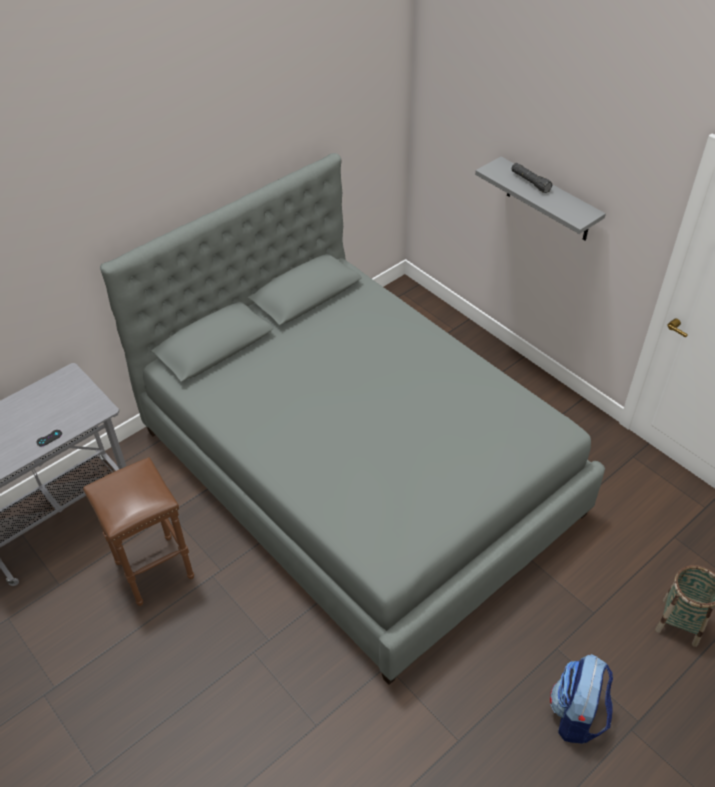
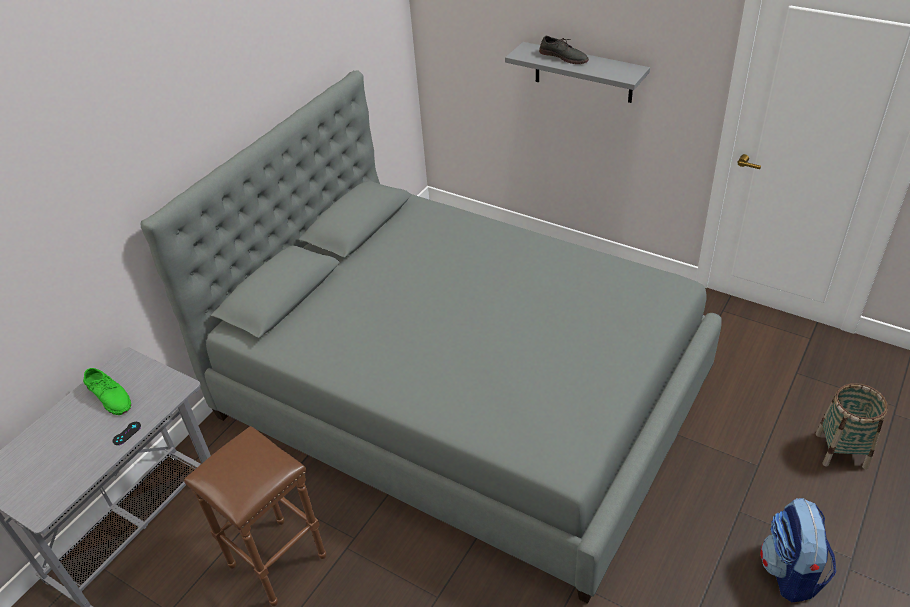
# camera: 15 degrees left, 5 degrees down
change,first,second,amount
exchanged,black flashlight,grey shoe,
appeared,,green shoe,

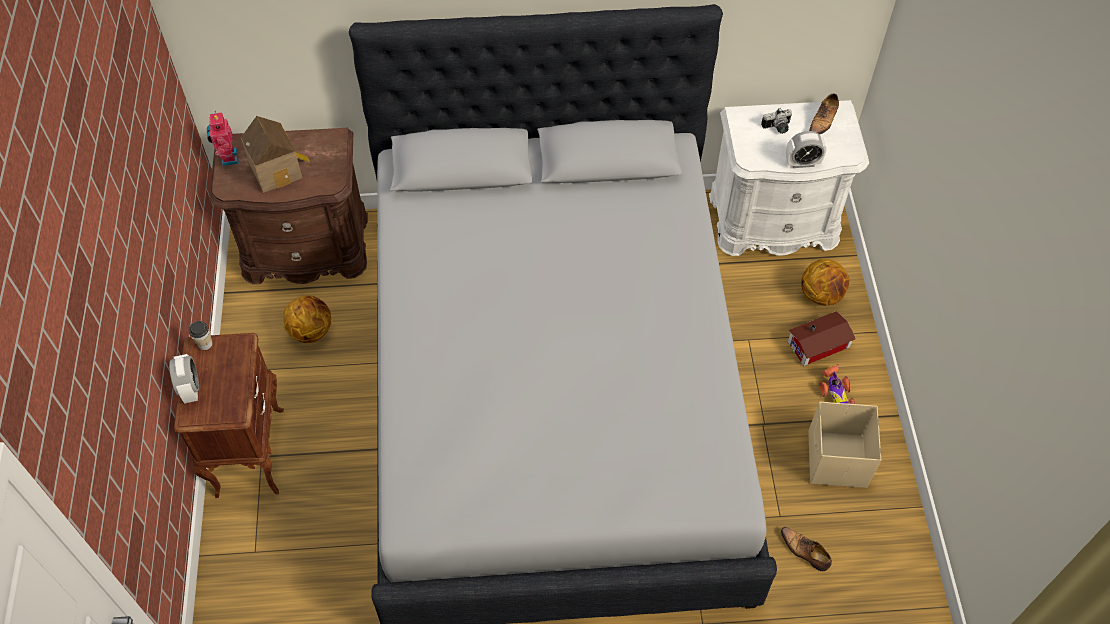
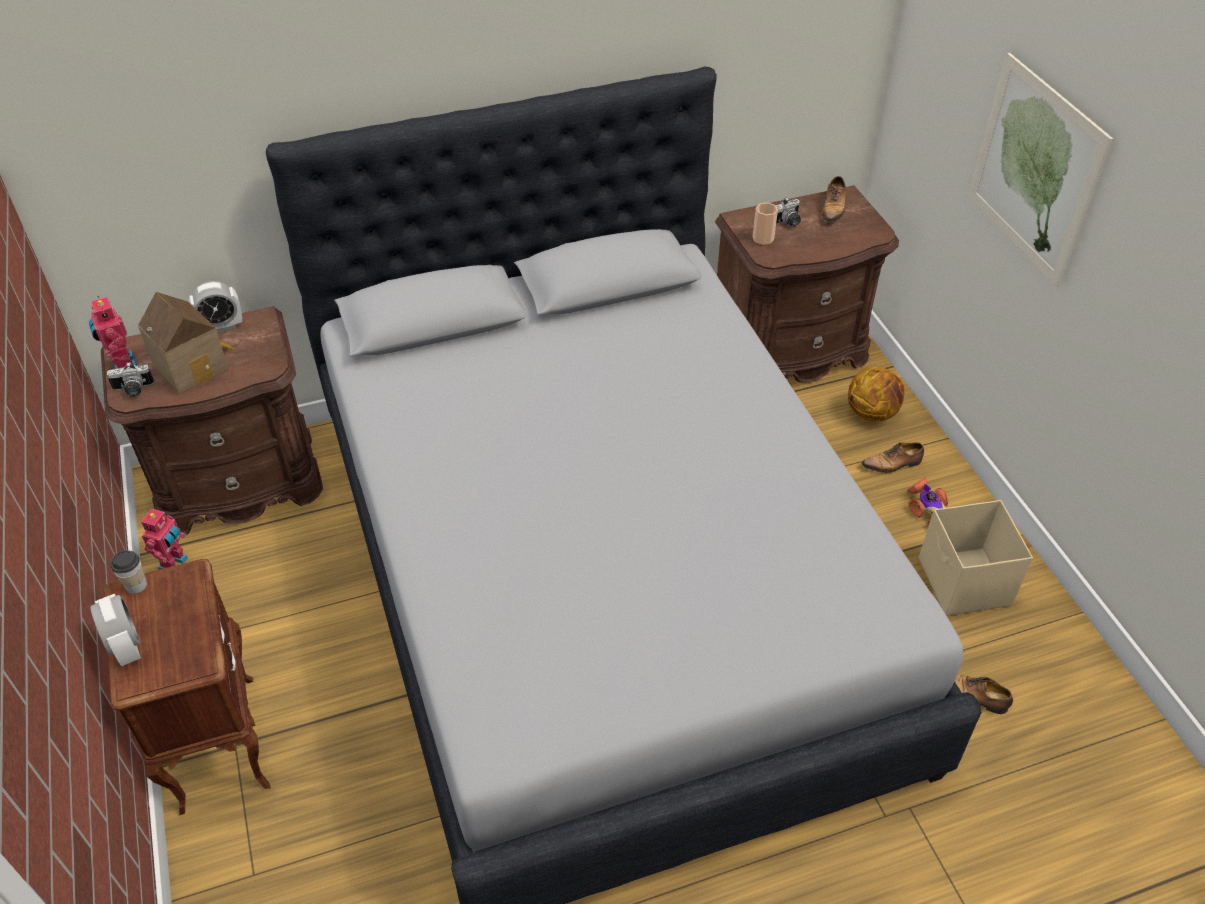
# camera: 15 degrees left, 10 degrees down
change,first,second,amount
missing,basketball (no. 1 from left),,
colour,white nightstand,brown nightstand (no. 3 from left),
relocated,alarm clock (no. 2 from left),,
exchanged,toy house (no. 2 from left),shoe (no. 2 from left),
appeared,,photo camera (no. 1 from left),
appeared,,toy robot (no. 2 from left),
appeared,,cup (no. 2 from left),
appeared,,picture,

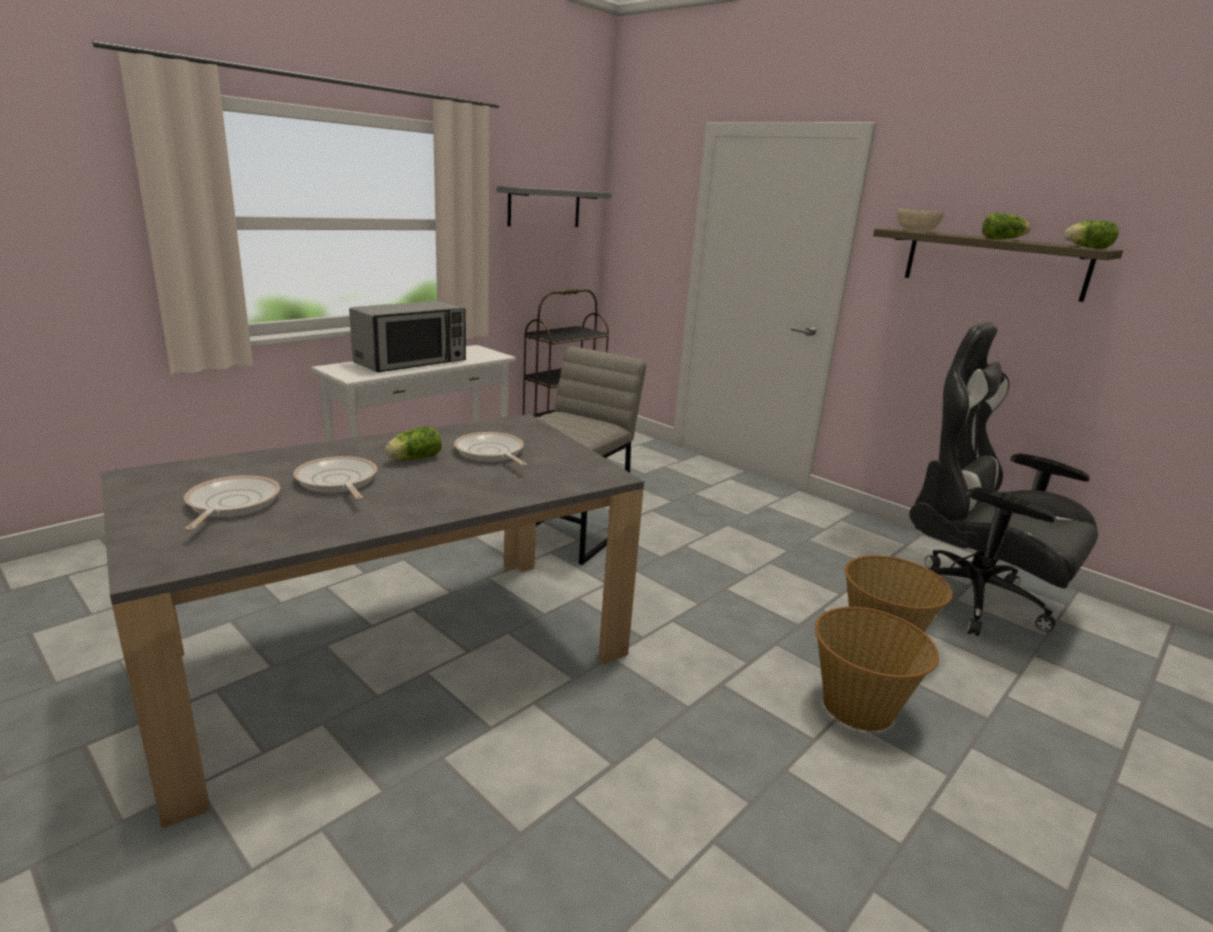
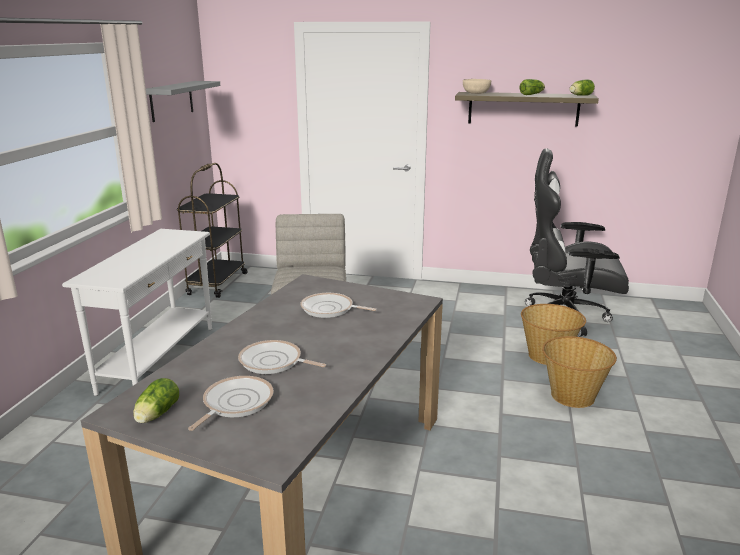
# camera: 30 degrees left, 0 degrees up
change,first,second,amount
spun,frying pan (no. 1 from left),,60 degrees clockwise
missing,microwave,,
relocated,lettuce (no. 1 from left),,

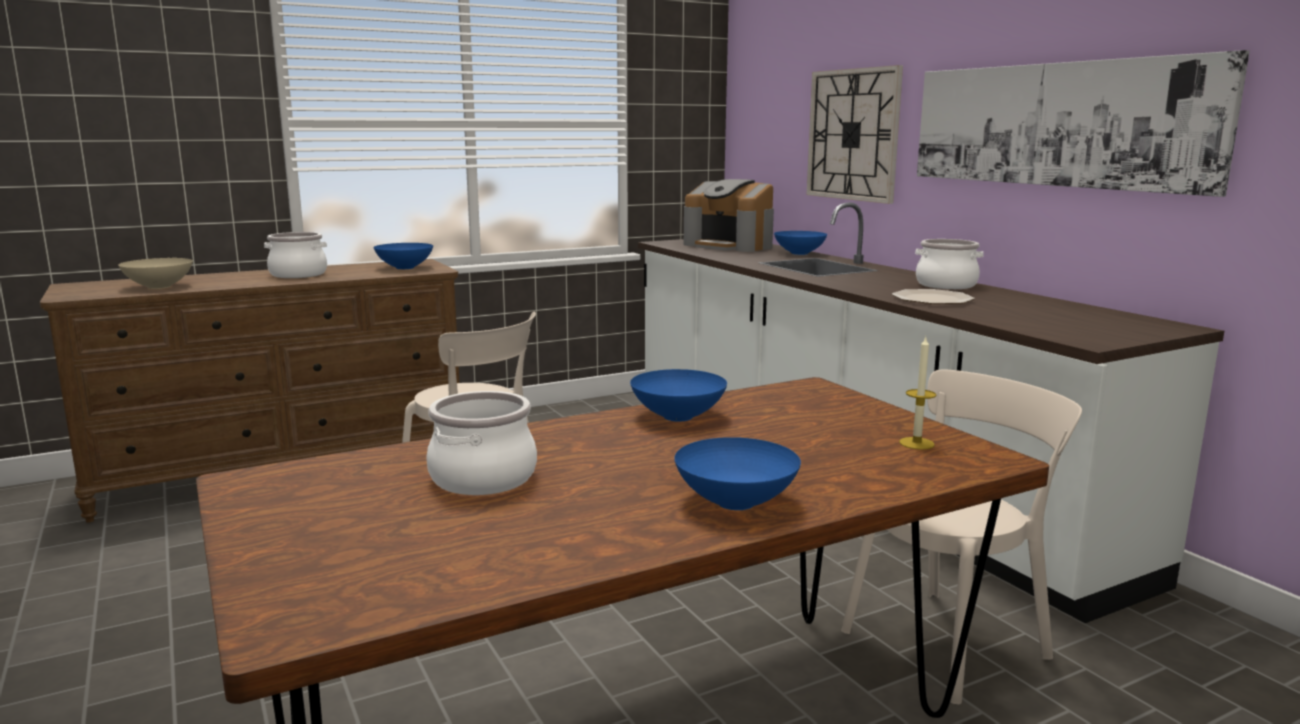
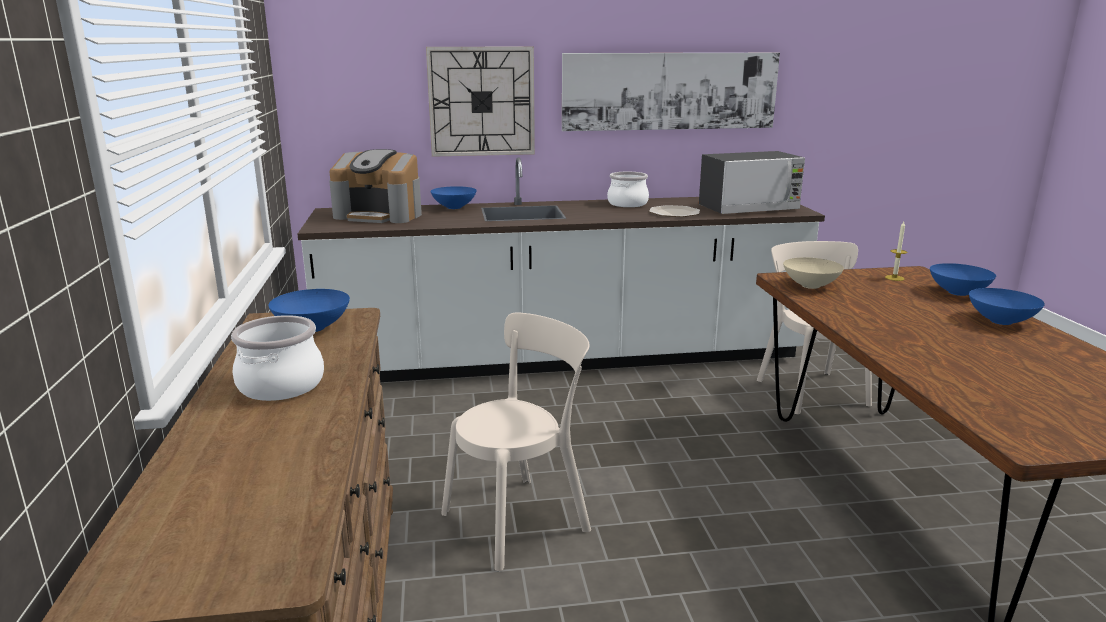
# camera: 70 degrees left, 5 degrees up
change,first,second,amount
relocated,beige bowl,,
missing,cooking pot (no. 2 from left),,
relocated,blue bowl (no. 2 from left in the first image),blue bowl (no. 3 from left),
spun,coffee machine,,45 degrees clockwise
appeared,,microwave,

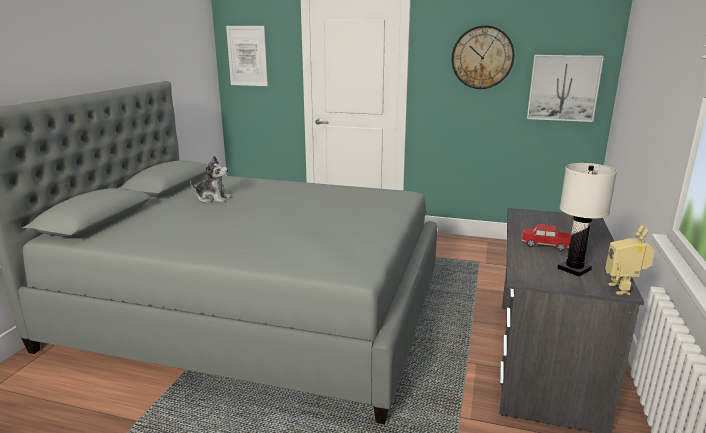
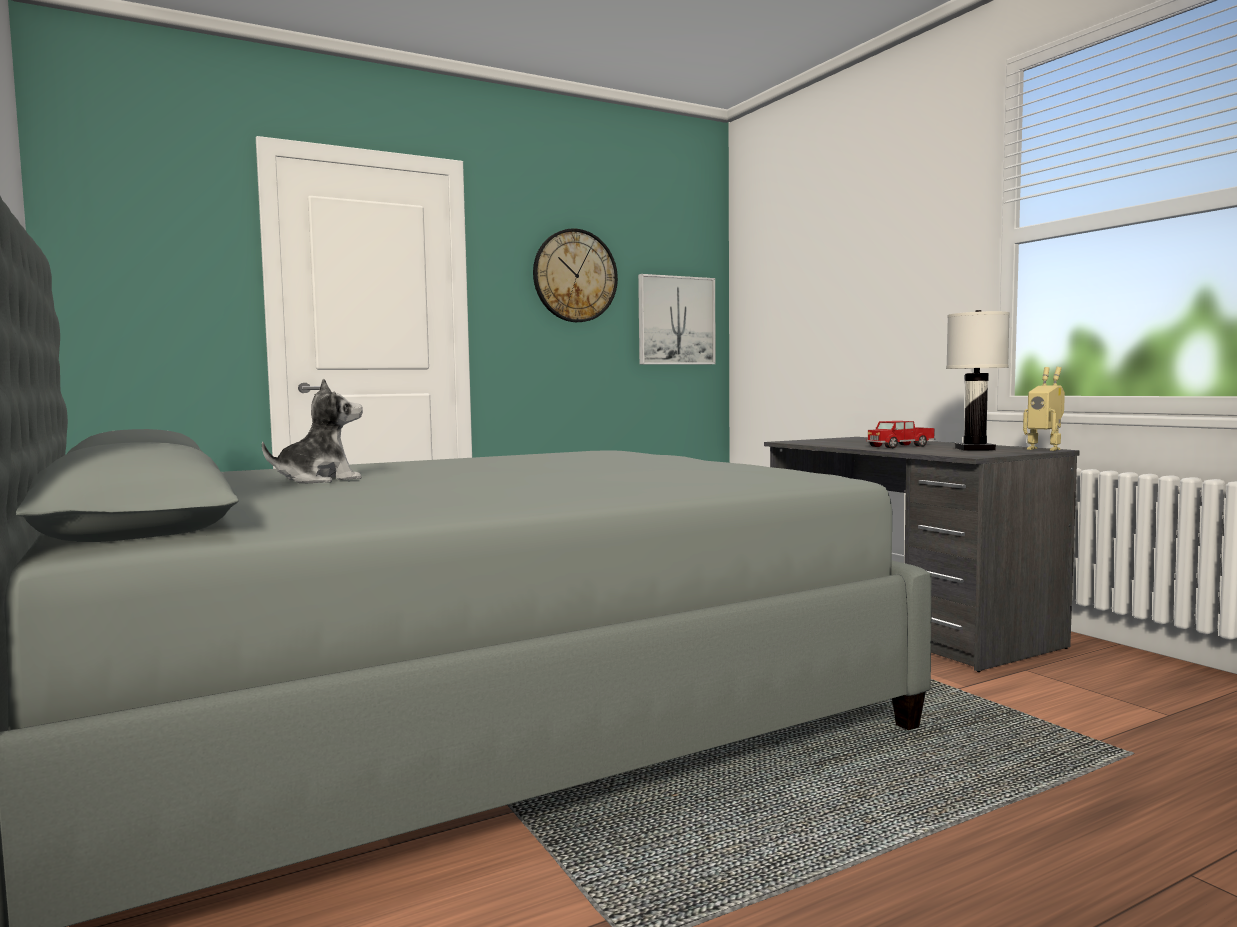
# camera: 45 degrees left, 15 degrees down
change,first,second,amount
missing,picture (no. 1 from left),,

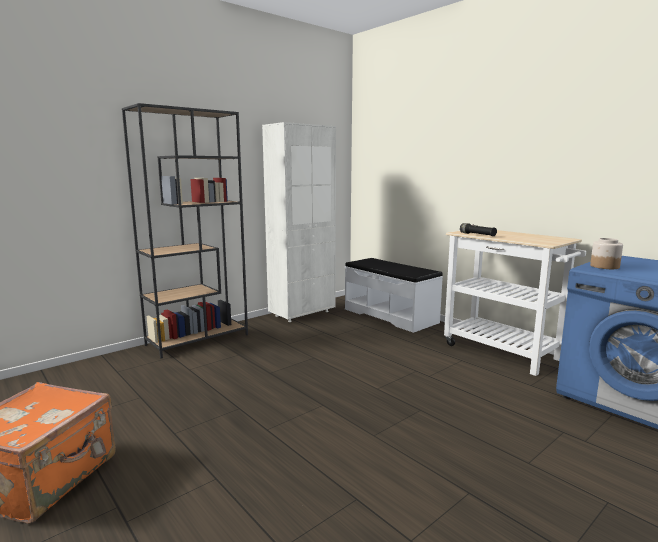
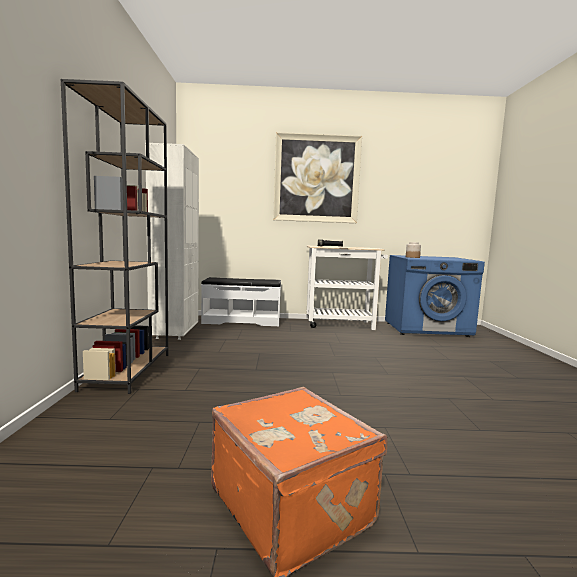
# camera: 50 degrees left, 5 degrees down
change,first,second,amount
appeared,,picture,

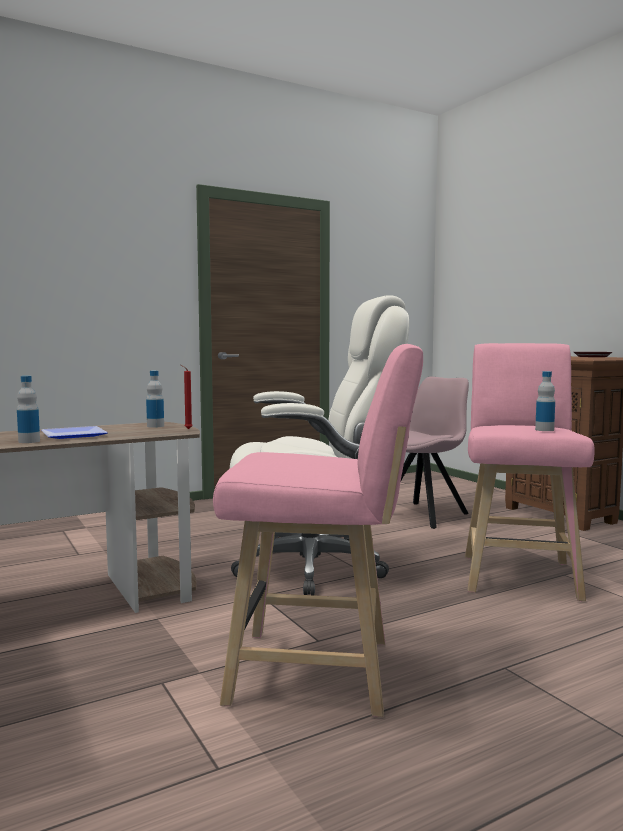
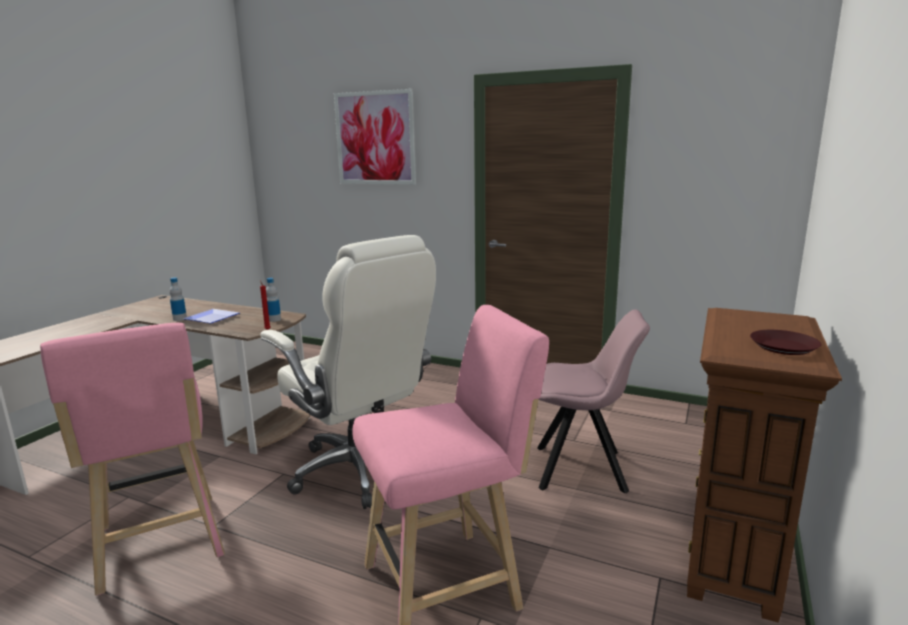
# camera: 55 degrees right, 10 degrees up
change,first,second,amount
missing,bottle (no. 3 from left),,
appeared,,picture,

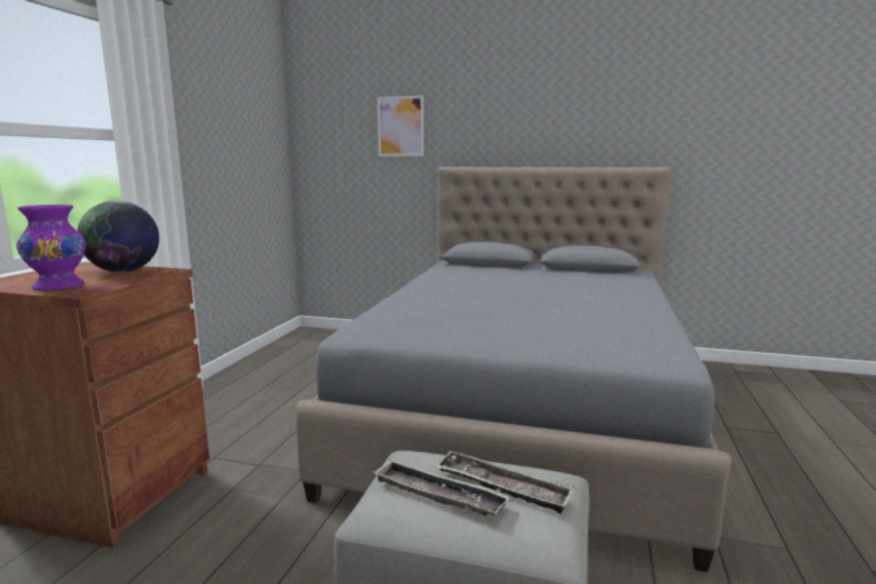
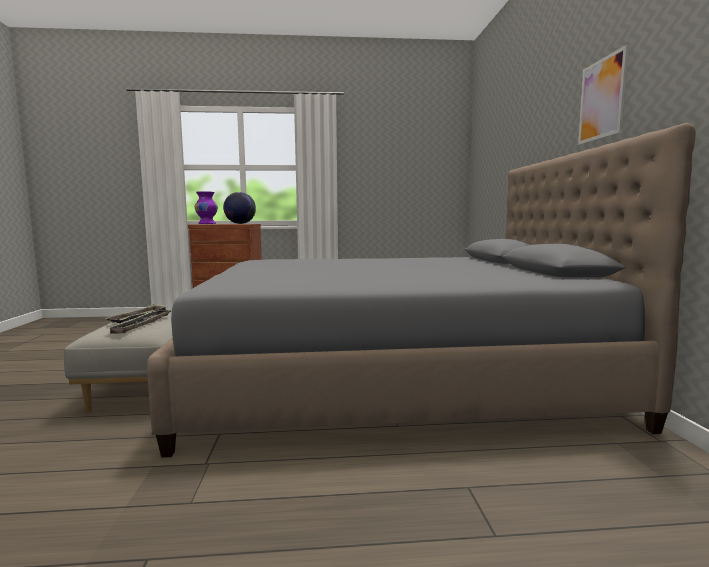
# camera: 70 degrees right, 5 degrees down
change,first,second,amount
relocated,picture,,

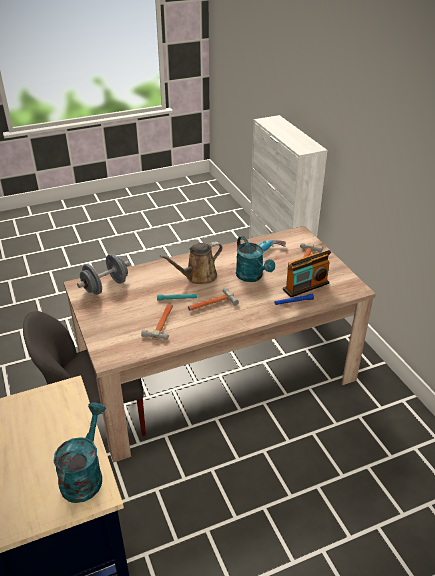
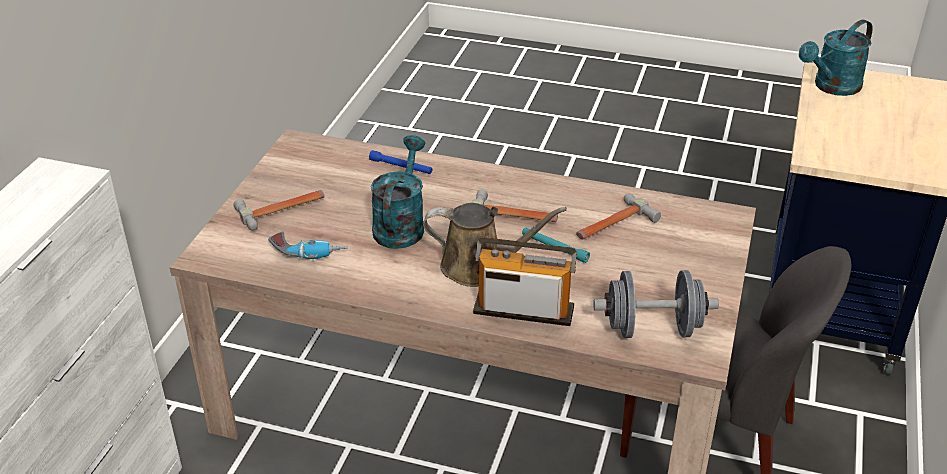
# camera: 140 degrees left, 0 degrees up
change,first,second,amount
relocated,radio,,

